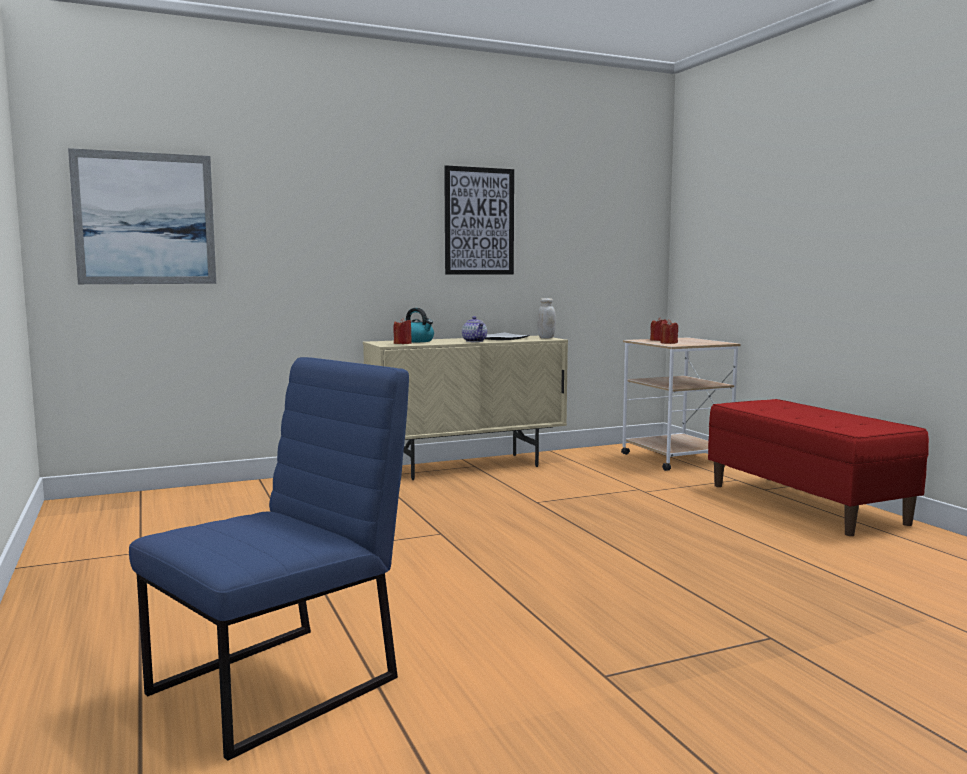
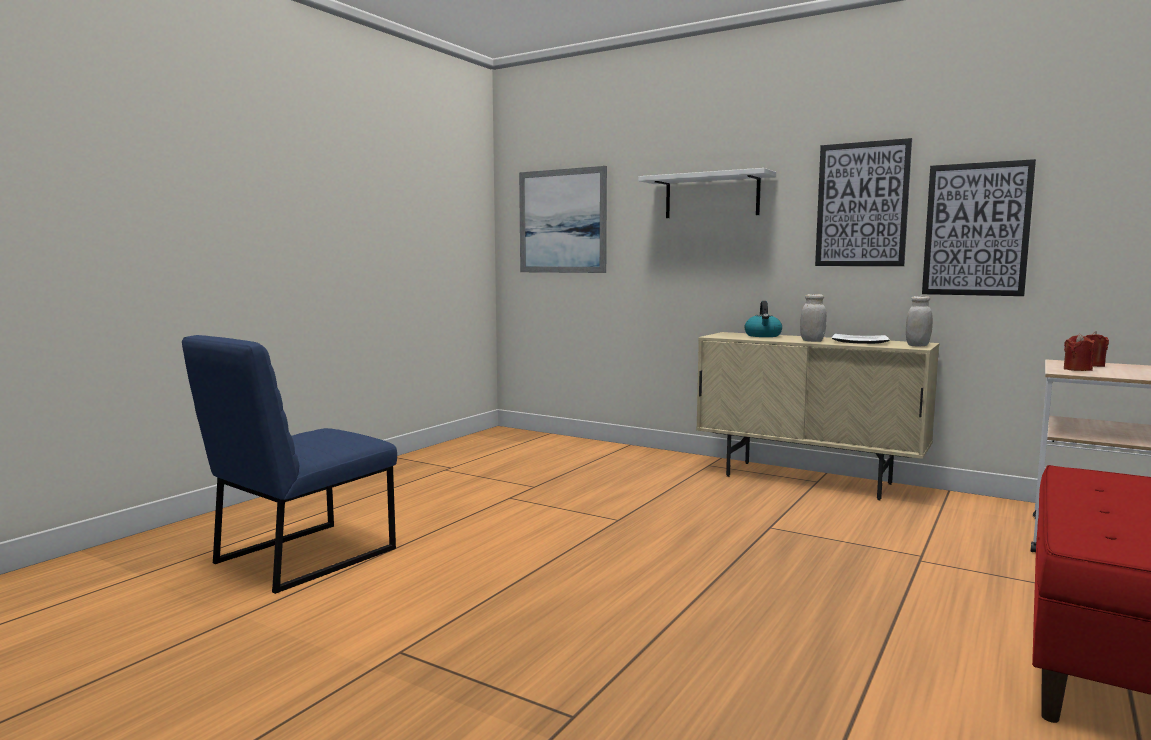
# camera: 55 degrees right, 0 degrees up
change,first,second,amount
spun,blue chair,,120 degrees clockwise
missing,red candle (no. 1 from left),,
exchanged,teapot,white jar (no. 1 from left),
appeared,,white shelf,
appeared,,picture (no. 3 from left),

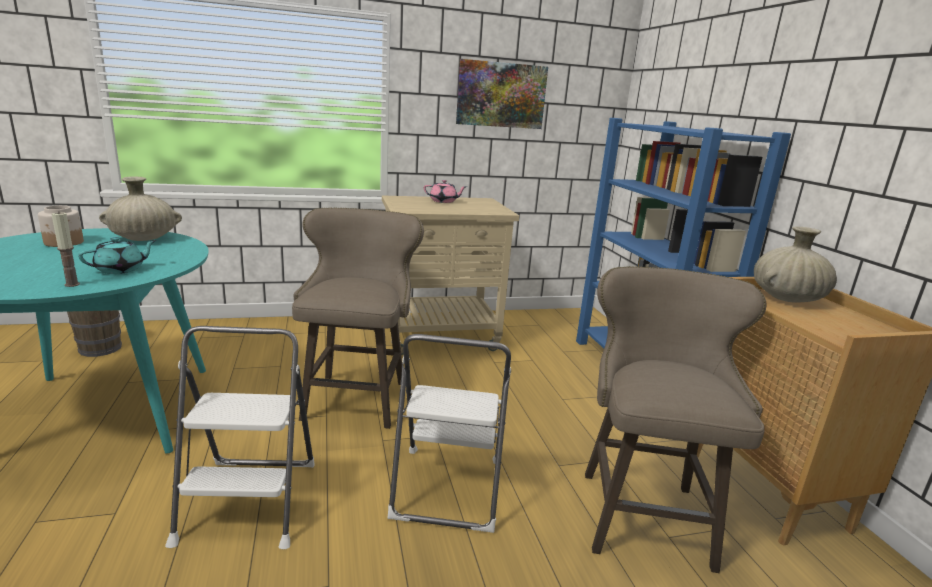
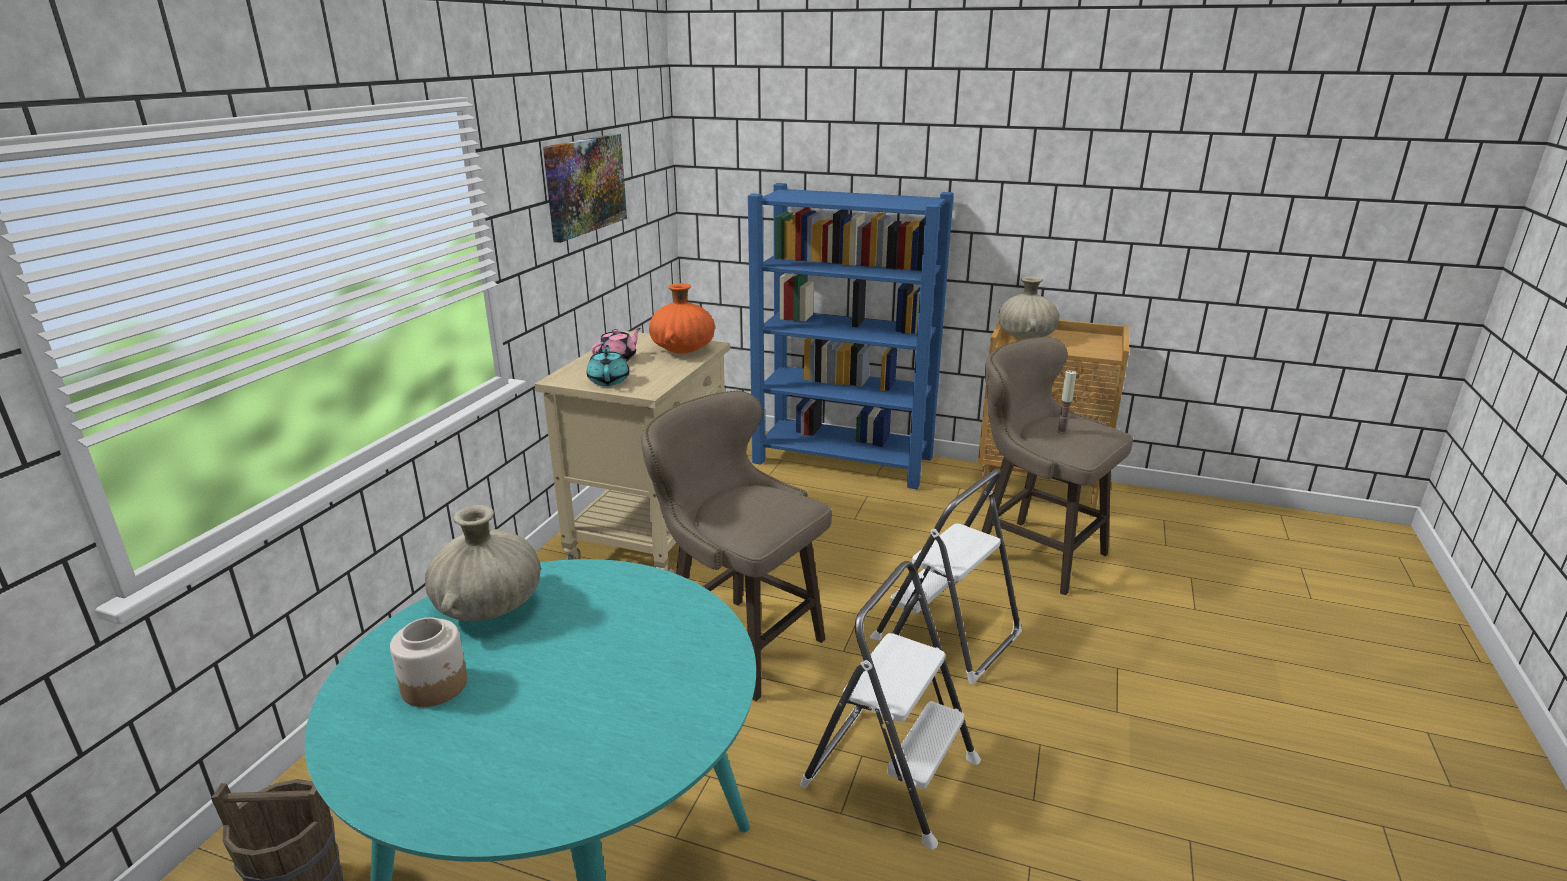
# camera: 55 degrees left, 5 degrees up
change,first,second,amount
relocated,candle,,
relocated,turquoise teapot,,
appeared,,orange vase,

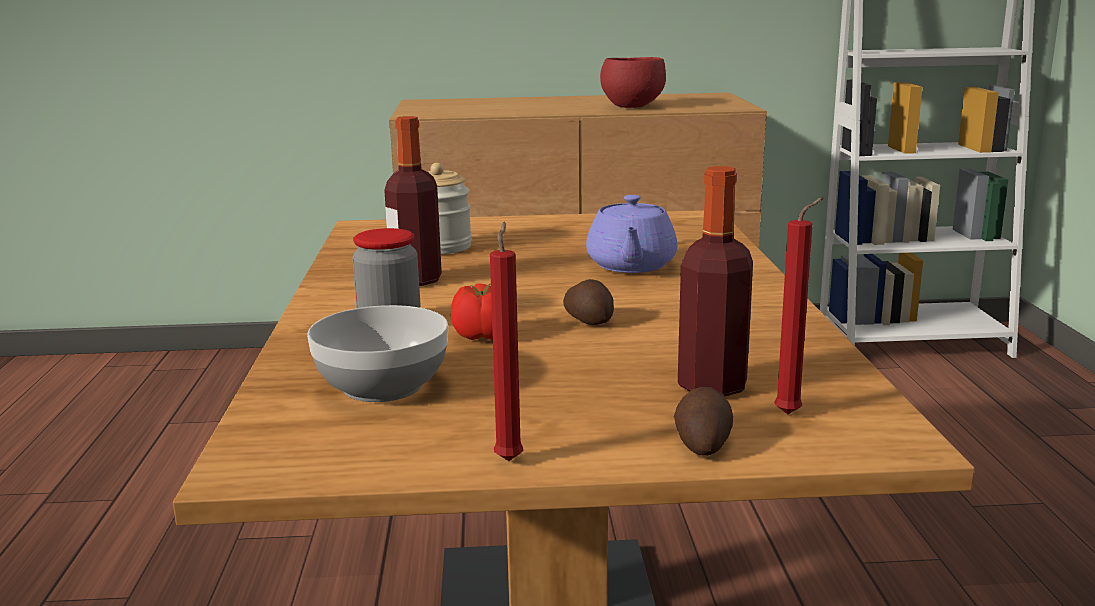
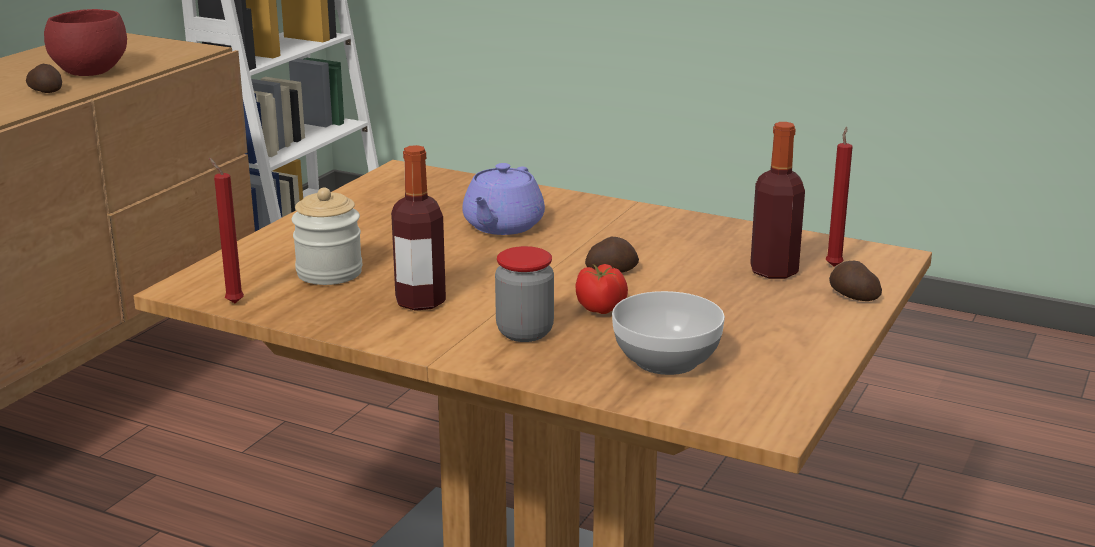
# camera: 60 degrees left, 5 degrees up
change,first,second,amount
relocated,red candle (no. 1 from left),,
spun,purple teapot,,75 degrees clockwise
appeared,,potato (no. 1 from left),

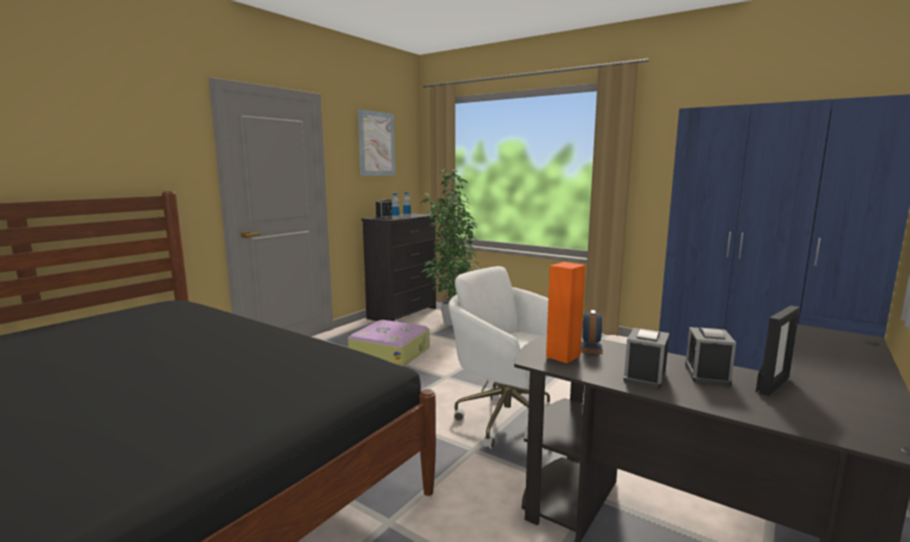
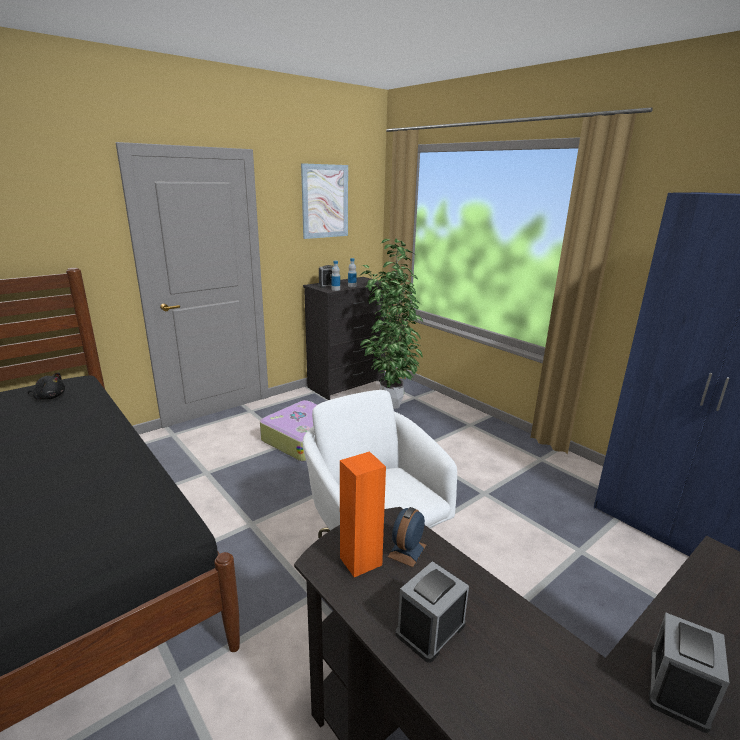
# camera: 15 degrees right, 10 degrees up
change,first,second,amount
relocated,alarm clock (no. 4 from left),,
missing,picture frame,,
appeared,,black plush toy,

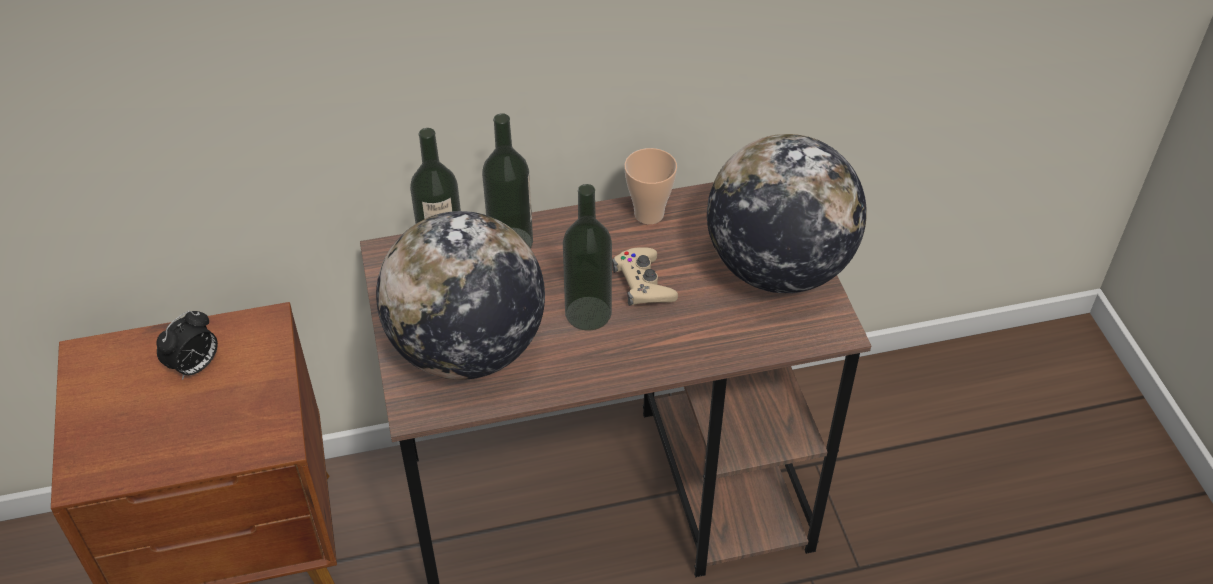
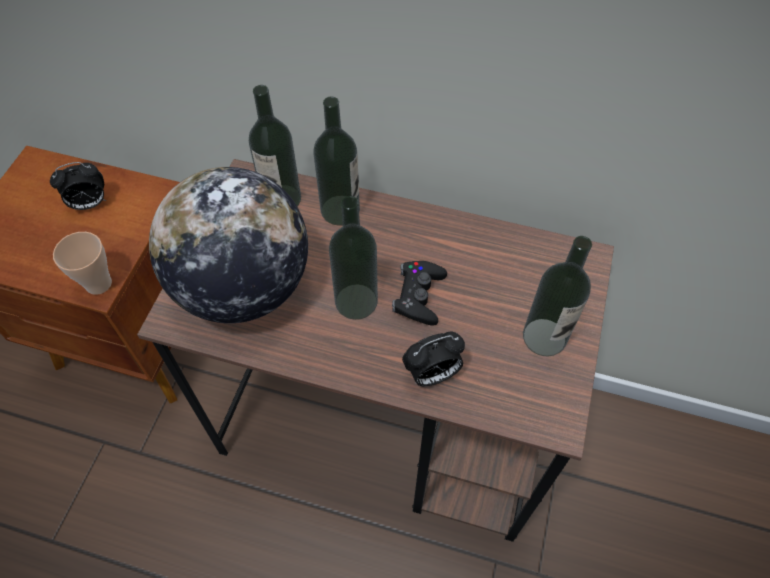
# camera: 30 degrees right, 10 degrees up
change,first,second,amount
colour,beige game controller,black game controller,
relocated,cup,,
exchanged,globe (no. 2 from left),bottle (no. 4 from left),
appeared,,alarm clock (no. 2 from left),

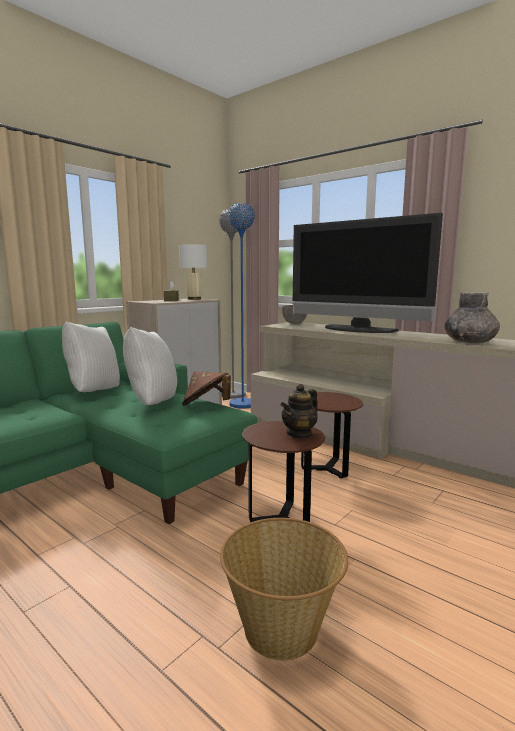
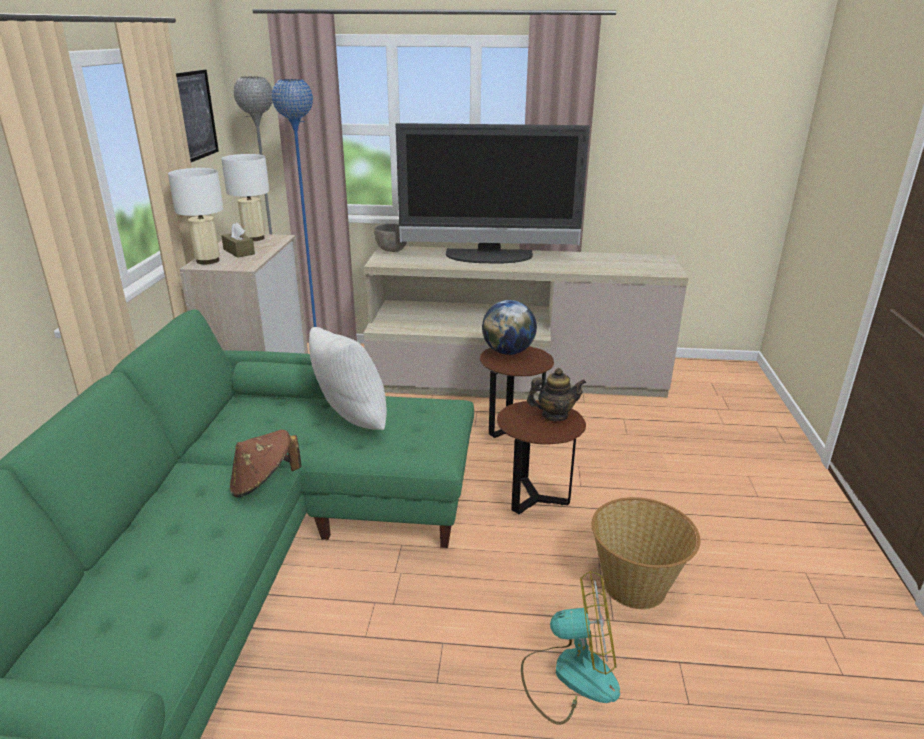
# camera: 35 degrees left, 15 degrees up
change,first,second,amount
missing,white pillow (no. 1 from left),,
relocated,brown hat,,
spun,teapot,,105 degrees counterclockwise
missing,grey vase,,
appeared,,white table lamp (no. 1 from left),
appeared,,picture,
appeared,,globe,
appeared,,fan,

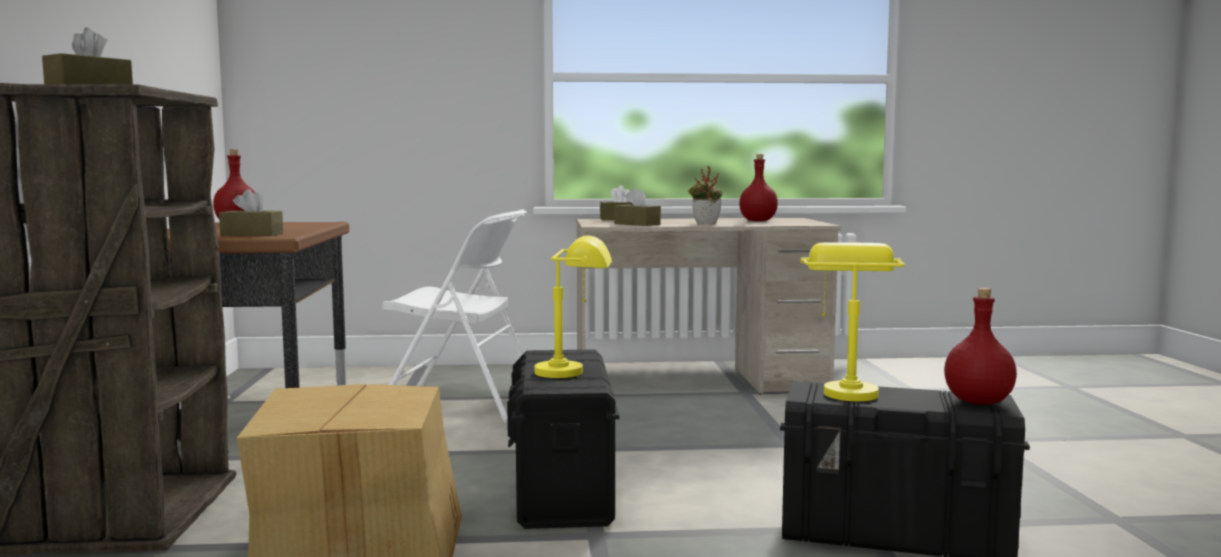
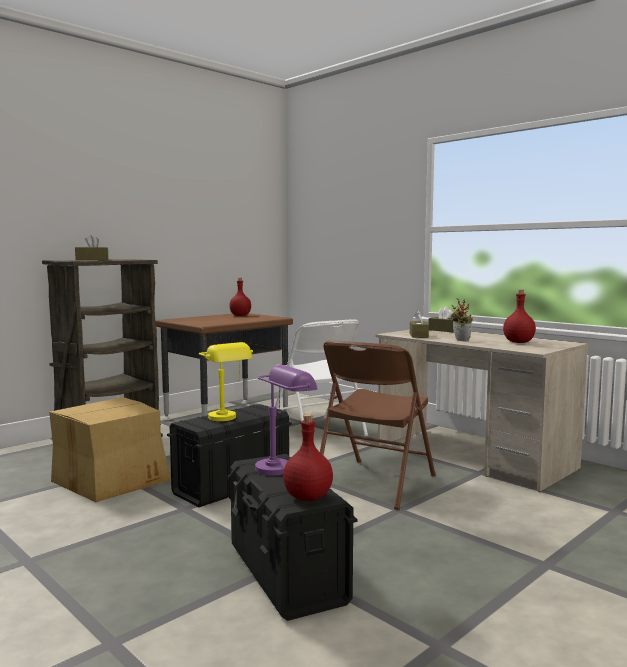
# camera: 50 degrees right, 0 degrees up
change,first,second,amount
missing,brown tissue box (no. 2 from left),,
colour,yellow table lamp (no. 2 from left),purple table lamp,
appeared,,brown chair,

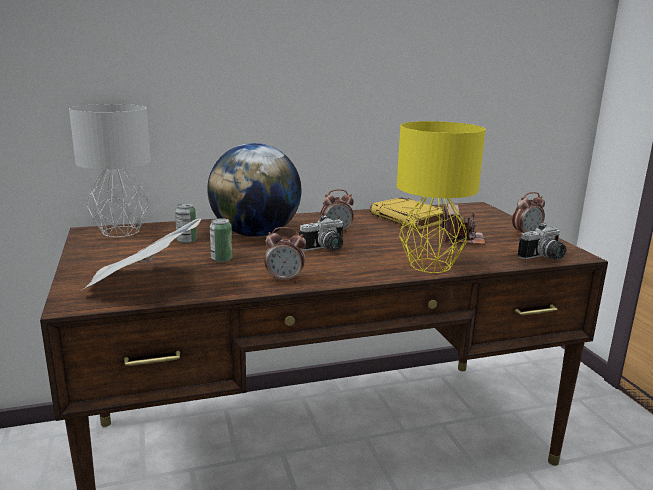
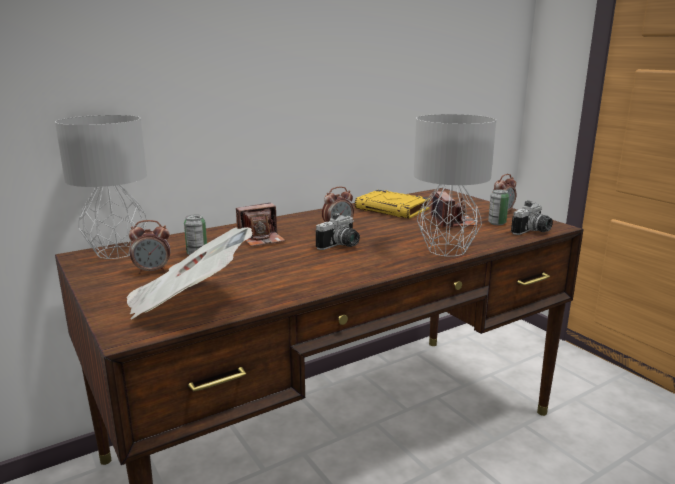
# camera: 15 degrees left, 0 degrees up
change,first,second,amount
exchanged,globe,photo camera (no. 1 from left),
relocated,can (no. 2 from left),,
relocated,alarm clock (no. 1 from left),,
colour,yellow table lamp,grey table lamp (no. 2 from left),

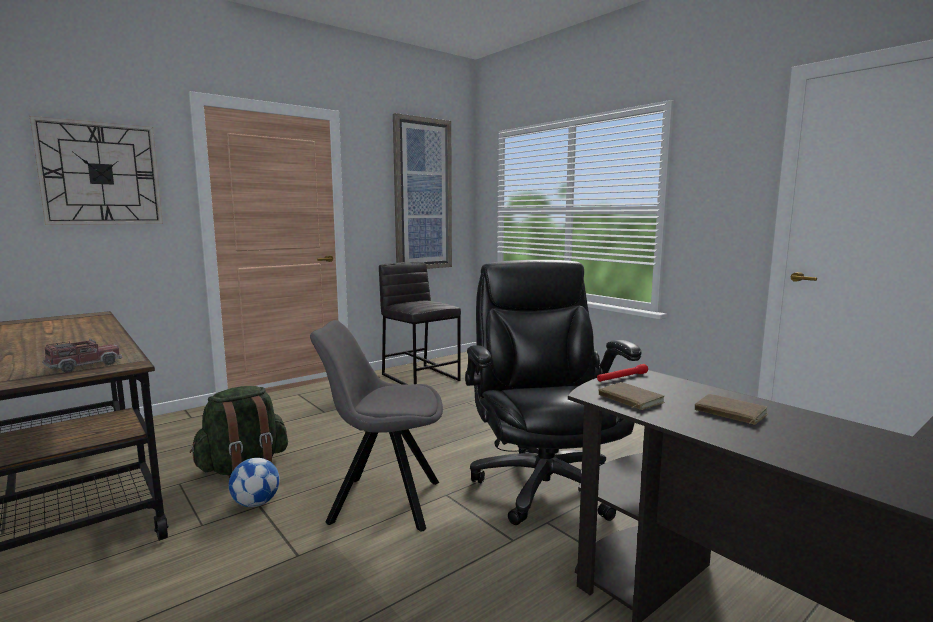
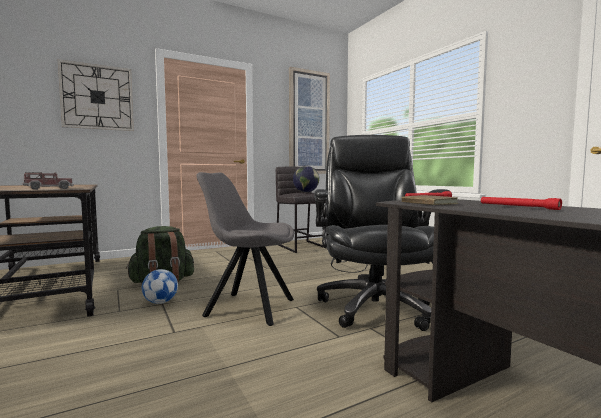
# camera: 10 degrees right, 5 degrees down
change,first,second,amount
exchanged,brown book (no. 2 from left),red flashlight (no. 2 from left),
appeared,,globe,

